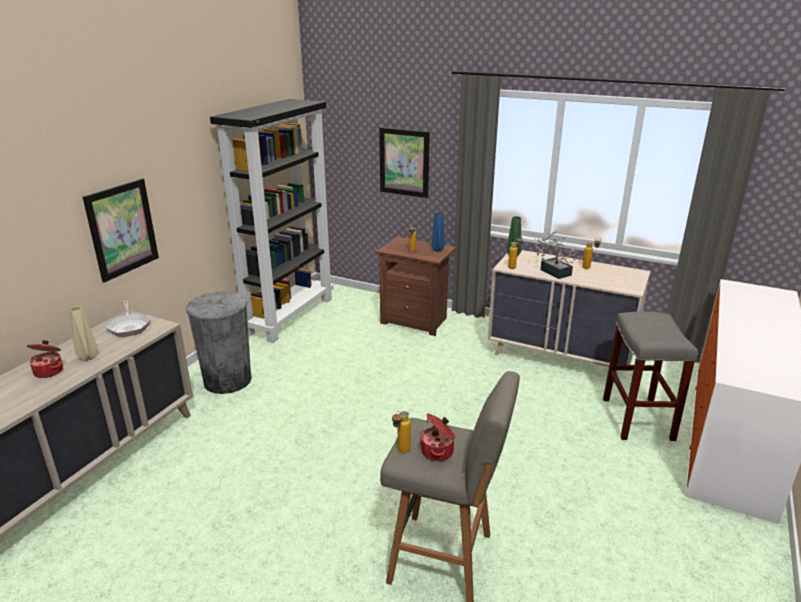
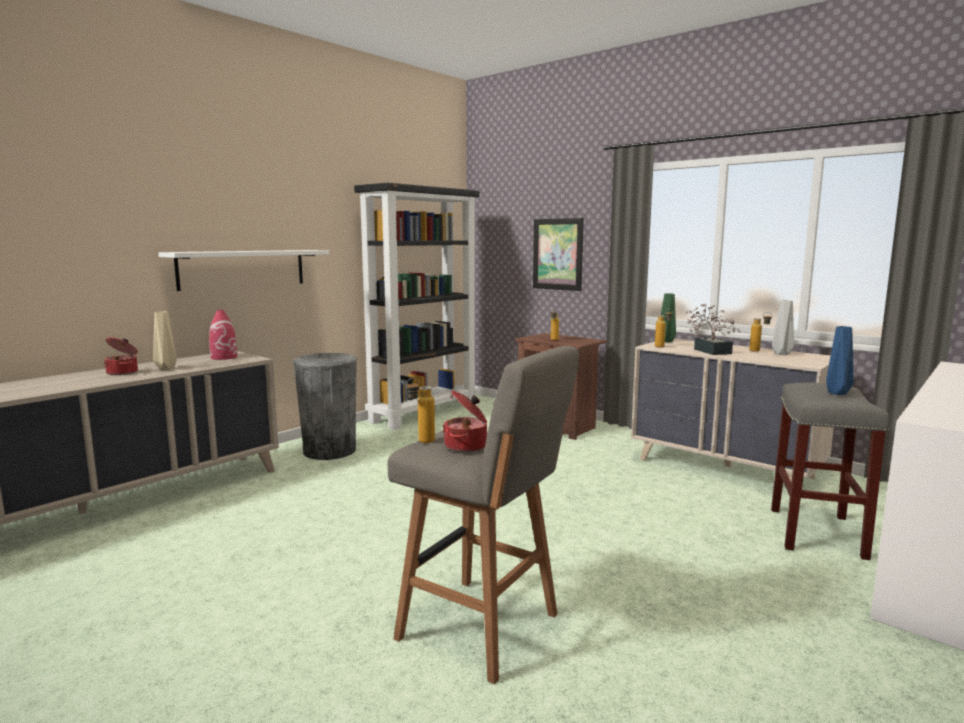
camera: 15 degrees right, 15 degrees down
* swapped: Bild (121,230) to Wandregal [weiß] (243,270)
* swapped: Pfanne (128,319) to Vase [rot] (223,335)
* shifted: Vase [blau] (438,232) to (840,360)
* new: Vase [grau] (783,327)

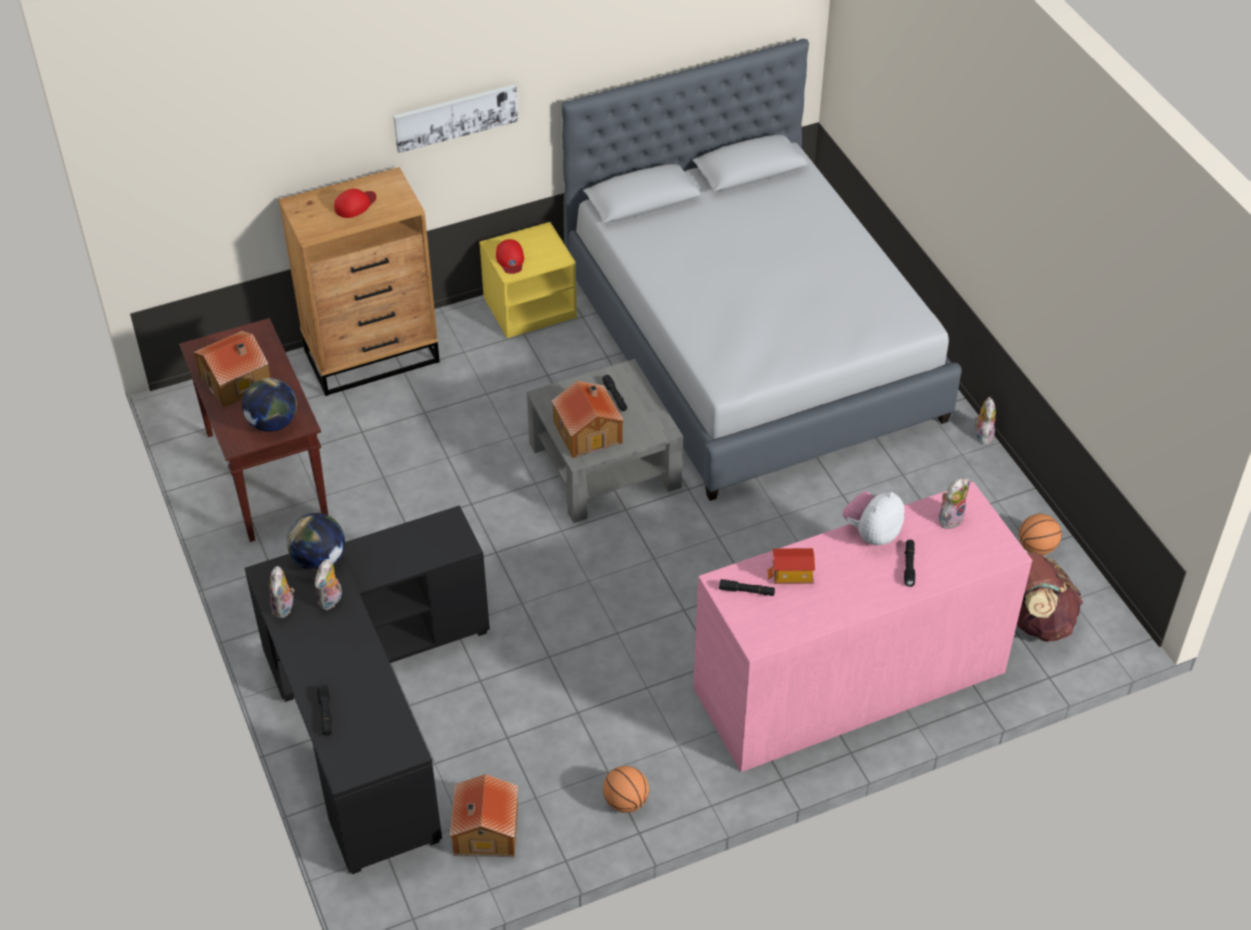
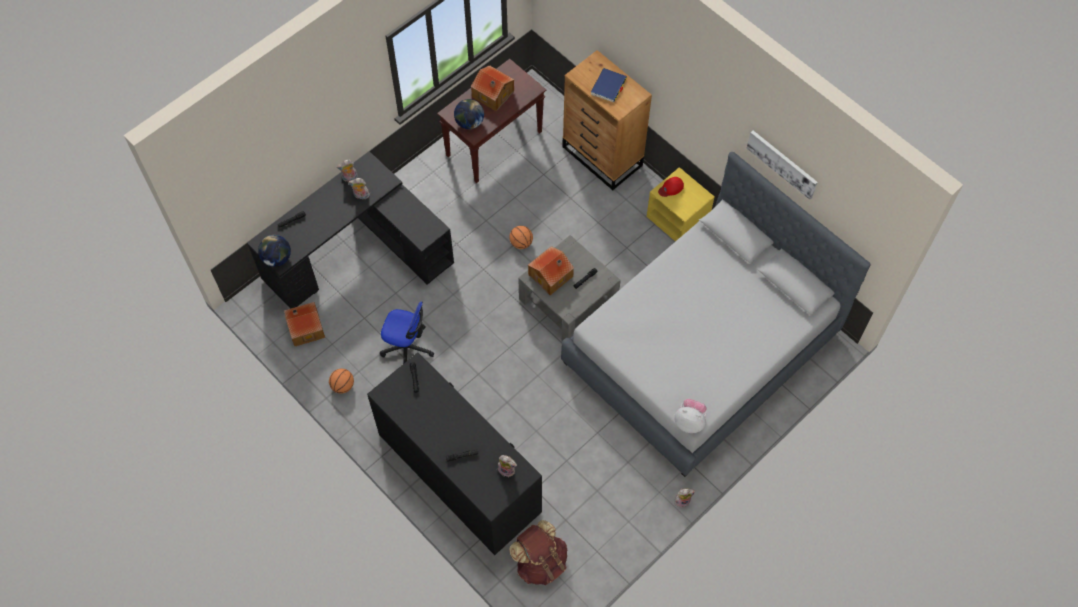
camera: 70 degrees right, 15 degrees up
* shifted: Globus (316,542) to (274,251)
* swapped: Kappe [rot] (355,203) to Buch [blau] (609,85)
* shifted: Bild (455,118) to (782,165)
* repainted: Kommode [rosa] (862,627) to Kommode [schwarz] (454,453)
* gone: Spielzeughaus (791,566)
* shifted: Plüschtier (874,518) to (690,416)
* shifted: Basketball (1040,534) to (521,237)
* new: Bürostuhl (407,333)

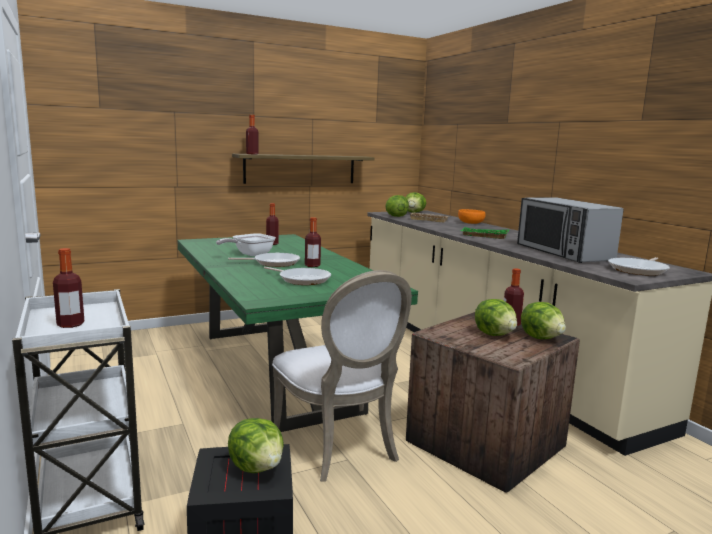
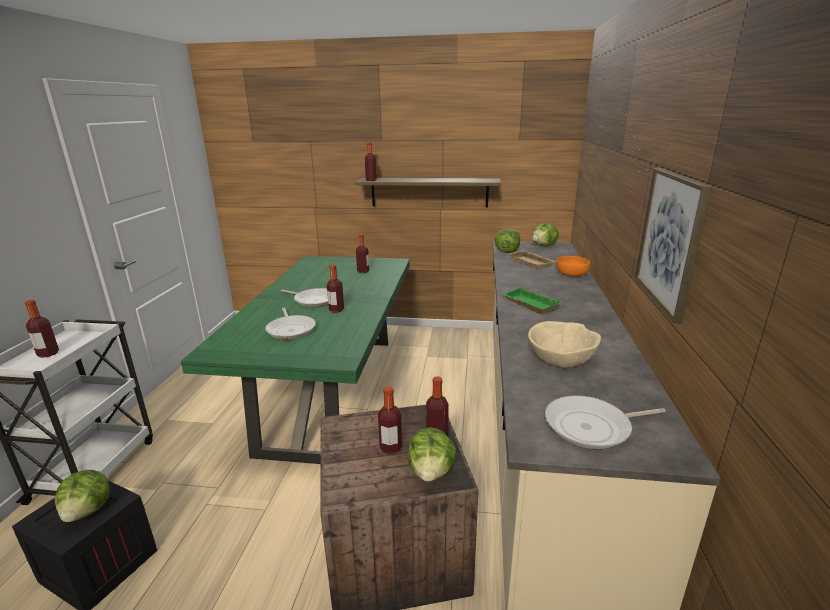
camera: 35 degrees right, 10 degrees up
* gone: Pfanne (246,244)
* gone: Stuhl [weiß] (342,376)
* swapped: Salatkopf (496,317) to Flasche (390,420)
* swapped: Mikrowelle (570,230) to Schüssel [beige] (564,344)
* new: Bild (673,245)

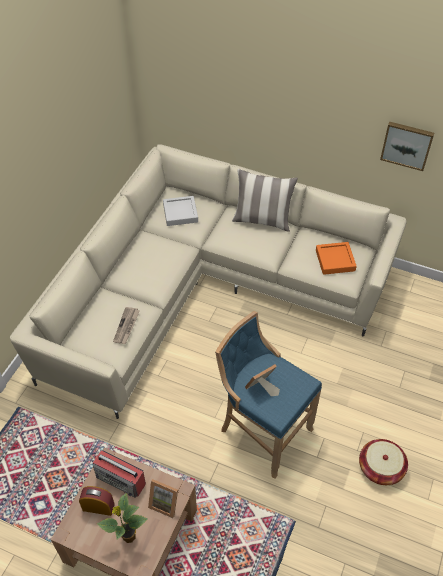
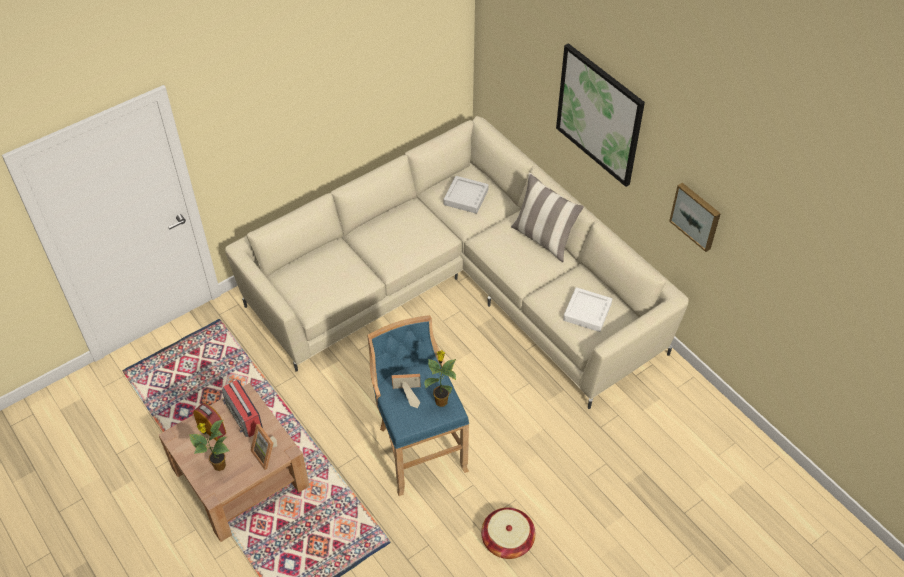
camera: 30 degrees right, 0 degrees up
* gone: Zeitung (126,325)
* repainted: Tablett [orange] (336,258) to Tablett [weiß] (587,309)
* new: Topfpflanze (440,378)
* new: Bild (600,115)

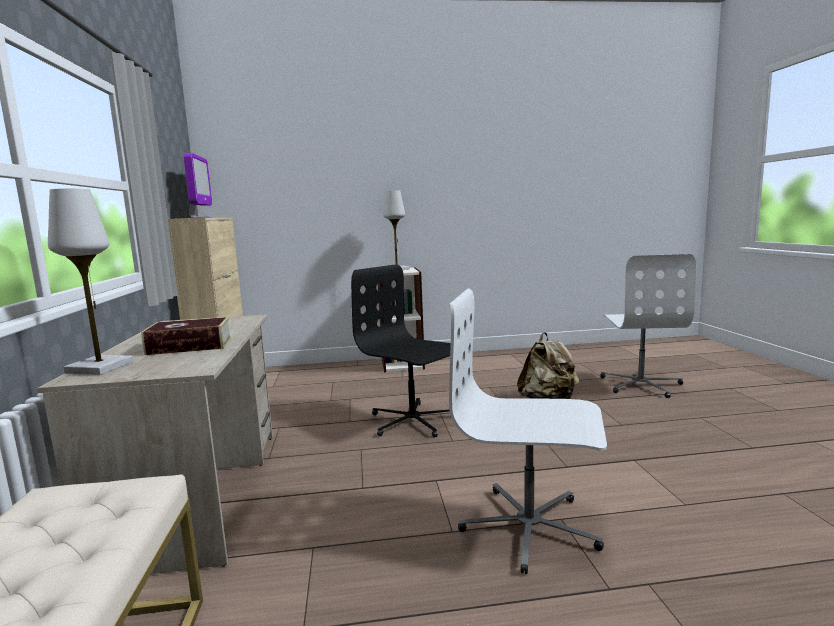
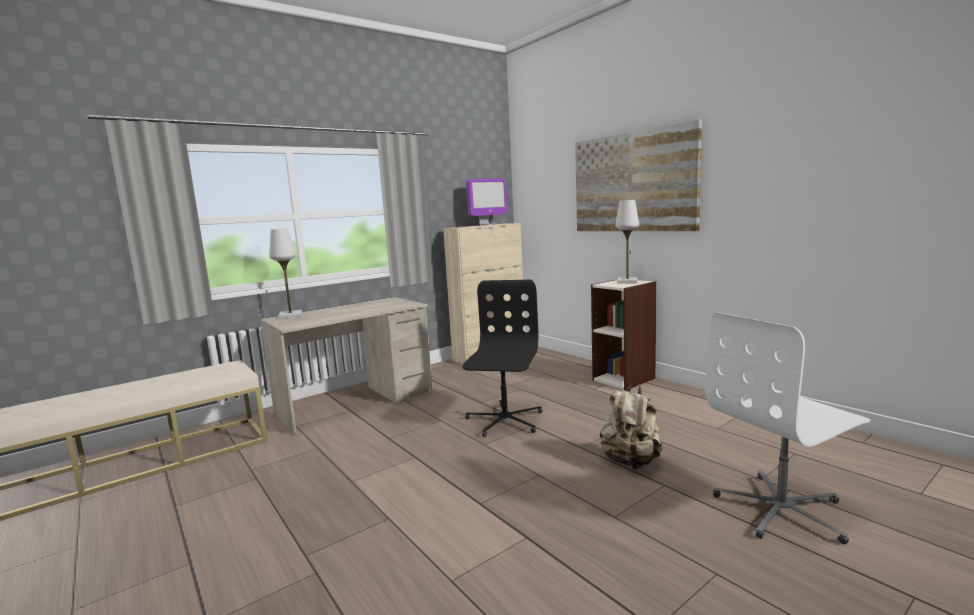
camera: 60 degrees right, 0 degrees up
* gone: Buch (186,336)
* gone: Bürostuhl [weiß] (528,431)
* new: Bild (638,175)

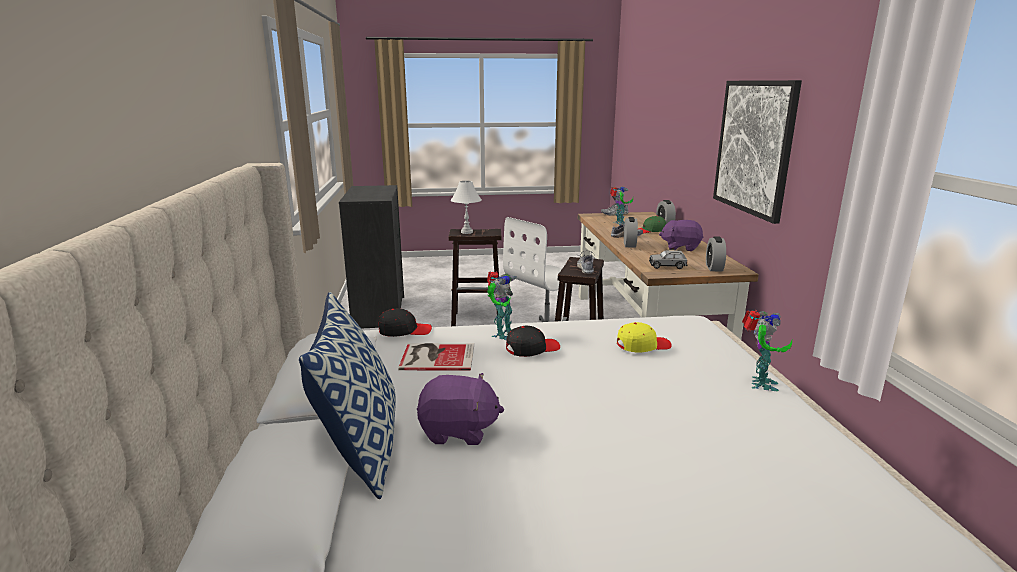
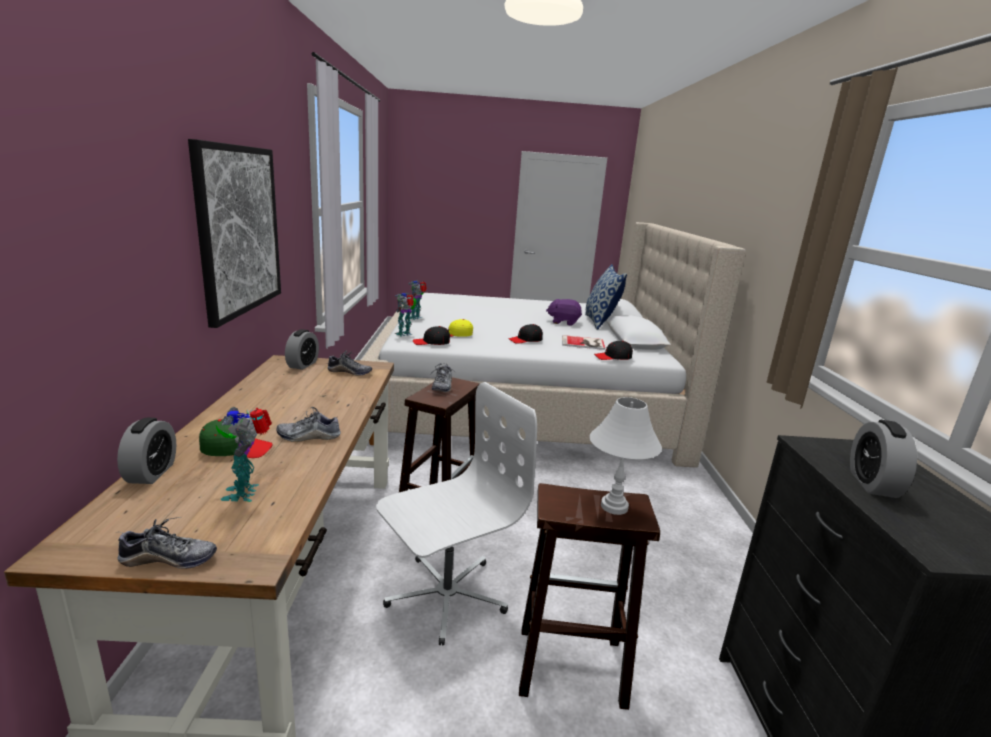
camera: 175 degrees left, 0 degrees up
* shifted: Spielzeugroboter (502,305) to (406,315)
* shifted: Wecker (631,232) to (883,459)
* swapped: Spielzeugauto [grau] (668,259) to Schuh (349,363)
* gone: Plüschtier [lila] (681,235)
* new: Kappe [schwarz] (431,335)

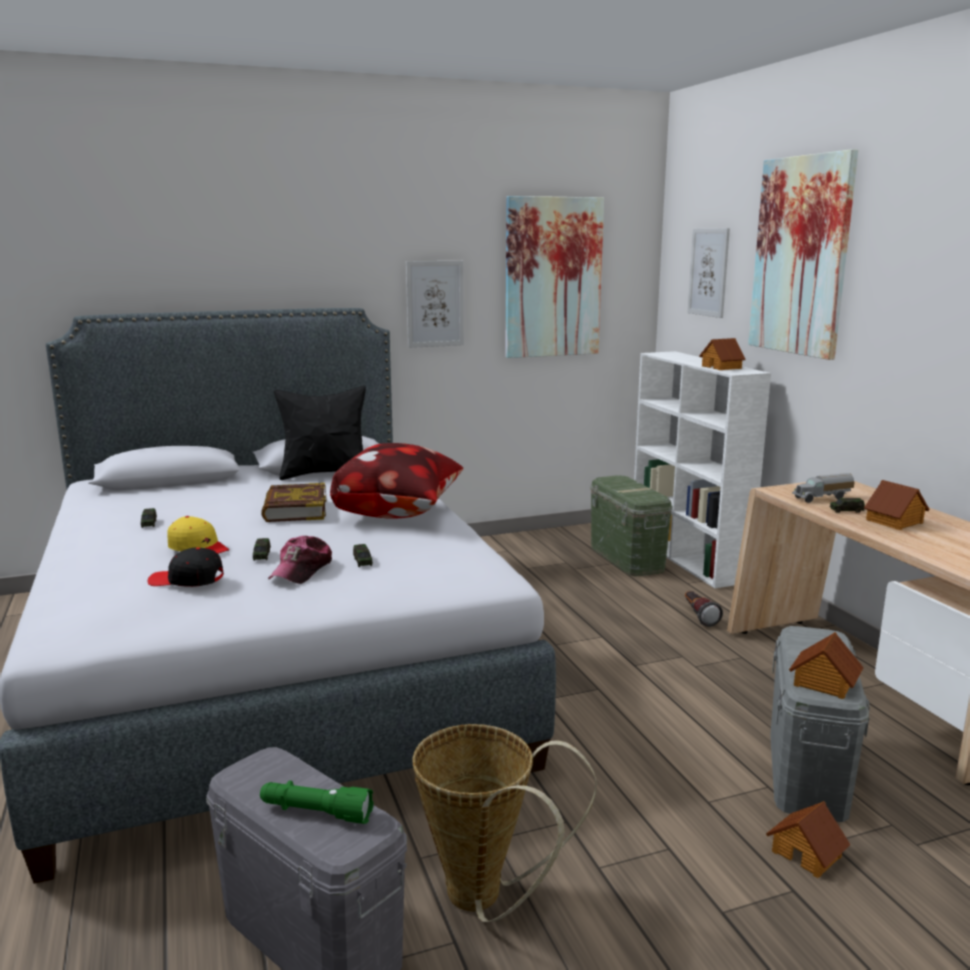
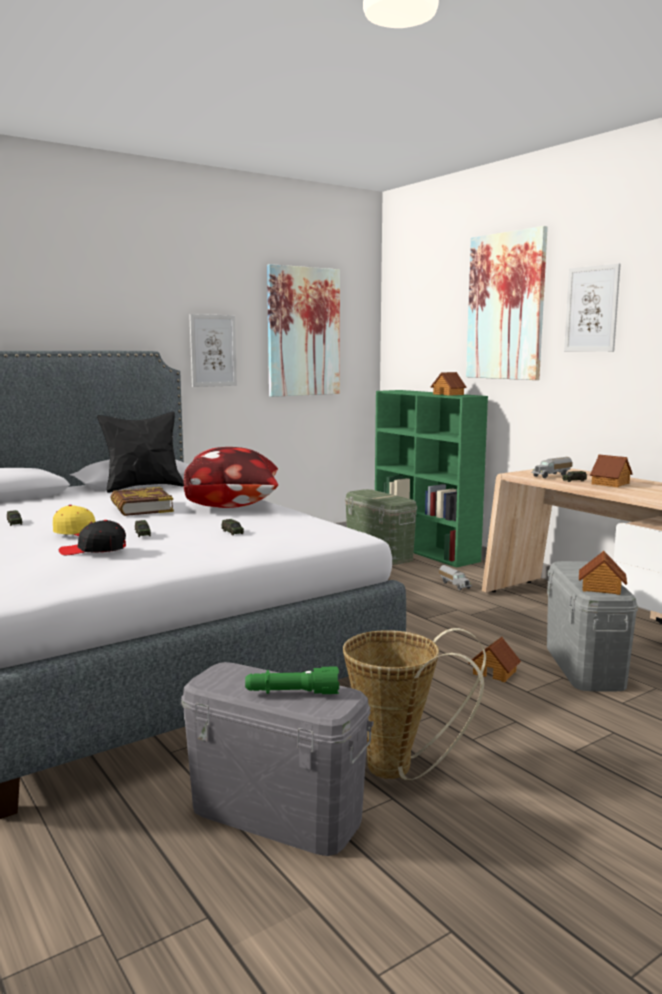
camera: 15 degrees left, 5 degrees down
* gone: Kappe (300,559)
* repainted: Bücherregal [weiß] (702,469) to Bücherregal [grün] (431,479)
* swapped: Taschenlampe (704,609) to Spielzeuglaster (455,577)
* shifted: Bild (709,273) to (592,307)
* shifted: Spielzeughaus (808,839) to (494,659)

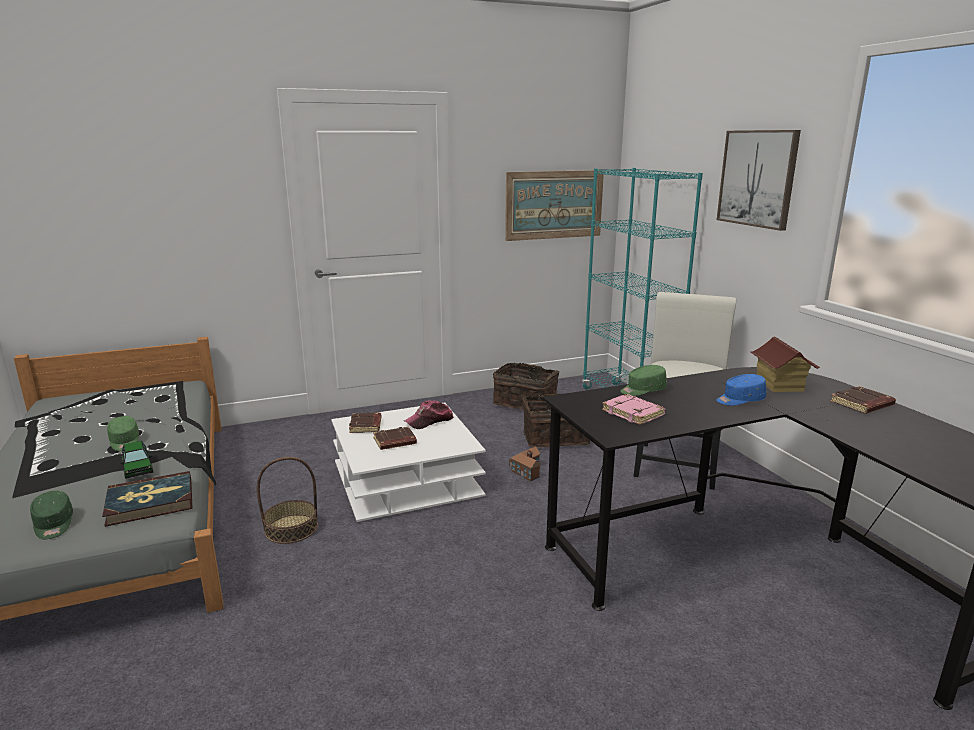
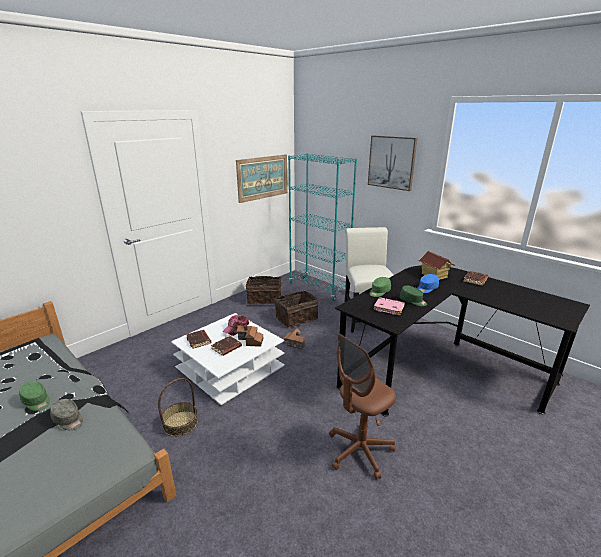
camera: 25 degrees left, 5 degrees up
* shifted: Kappe [grün] (51,515) to (413,296)
* gone: Buch (147,499)
* swapped: Spielzeugauto (136,460) to Kappe [grau] (66,414)
* new: Spielzeughaus (250,336)
* new: Bürostuhl [braun] (362,406)

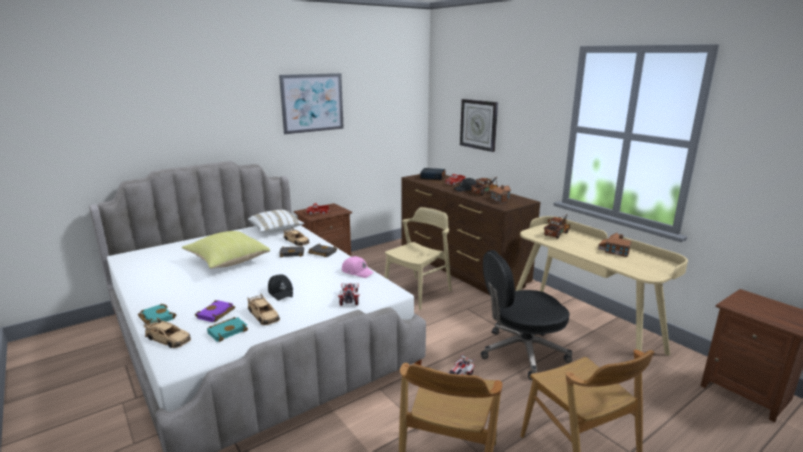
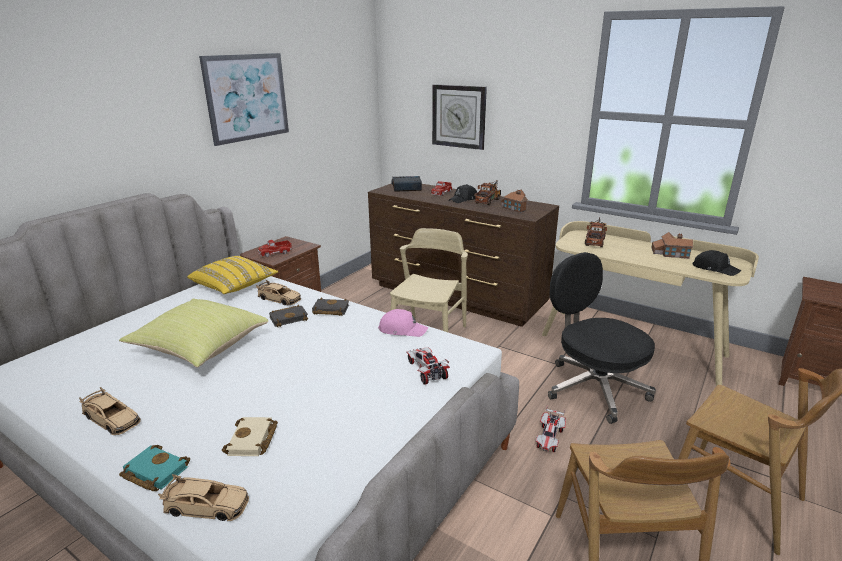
camera: 20 degrees left, 5 degrees up
* repainted: Buch [lila] (215,311) to Buch [beige] (250,436)
* gone: Buch [türkis] (227,329)
* shifted: Spielzeugauto [beige] (263,309) to (110,411)
* repainted: Kissen [weiß] (276,221) to Kissen [gelb] (232,275)
* shifted: Kappe [schwarz] (280,287) to (716,263)
* rotated: Bürostuhl [schwarz] (526,315) = (602,338) 90 degrees clockwise

